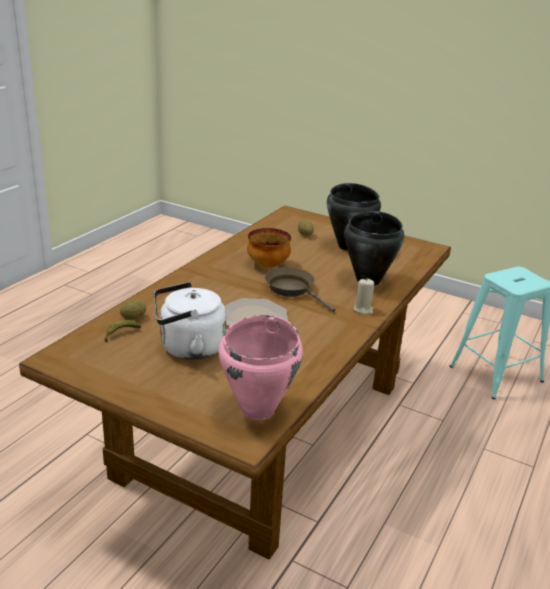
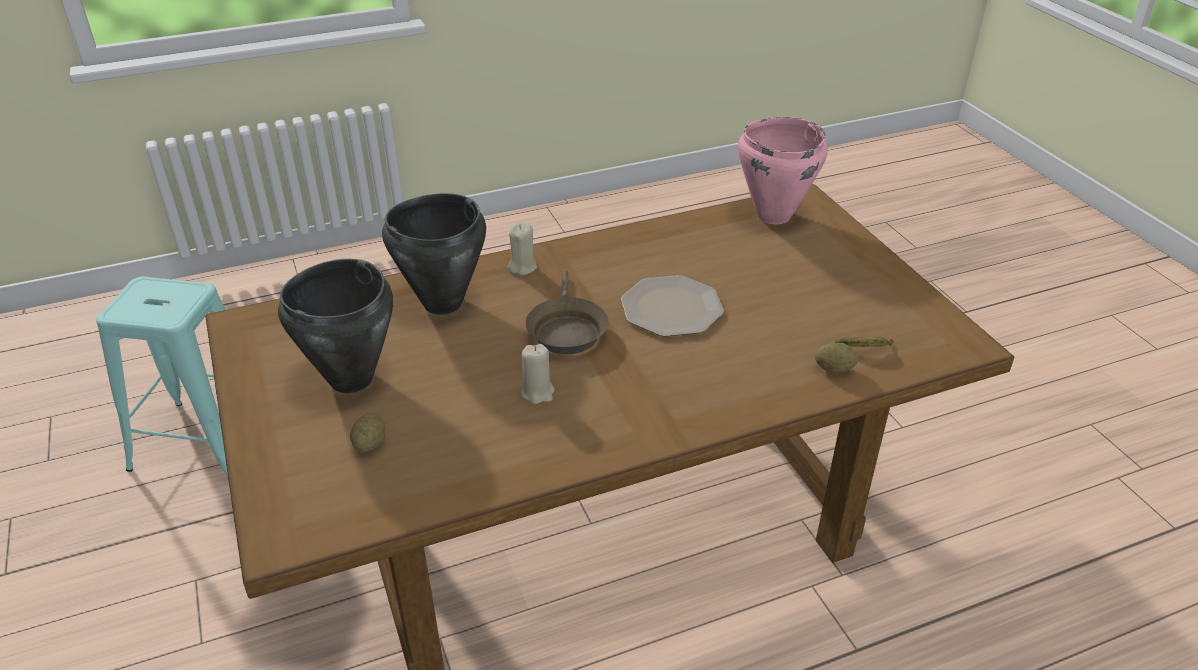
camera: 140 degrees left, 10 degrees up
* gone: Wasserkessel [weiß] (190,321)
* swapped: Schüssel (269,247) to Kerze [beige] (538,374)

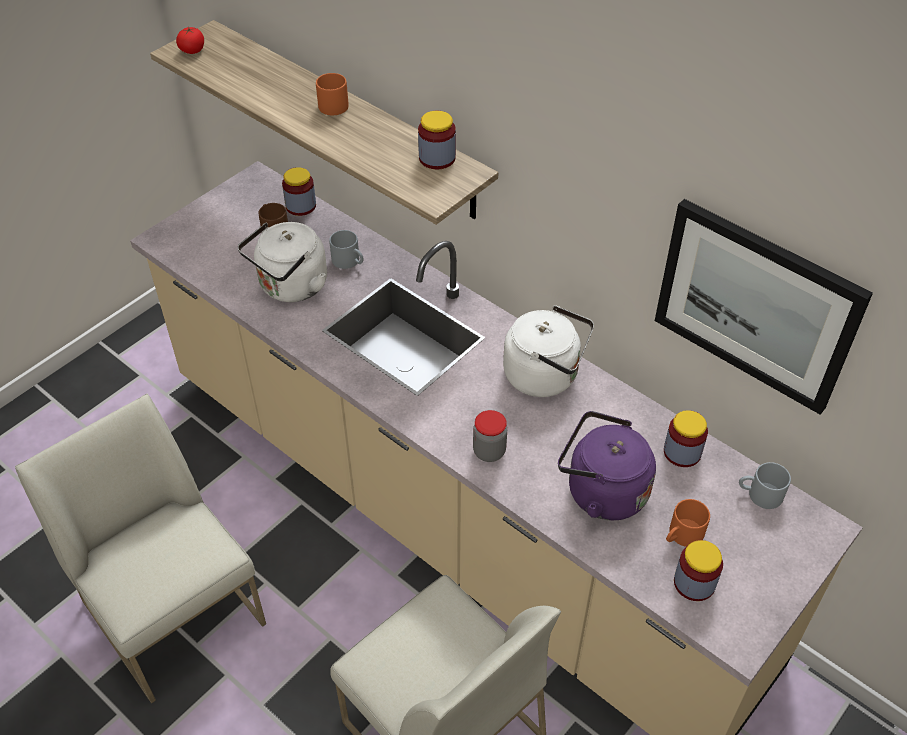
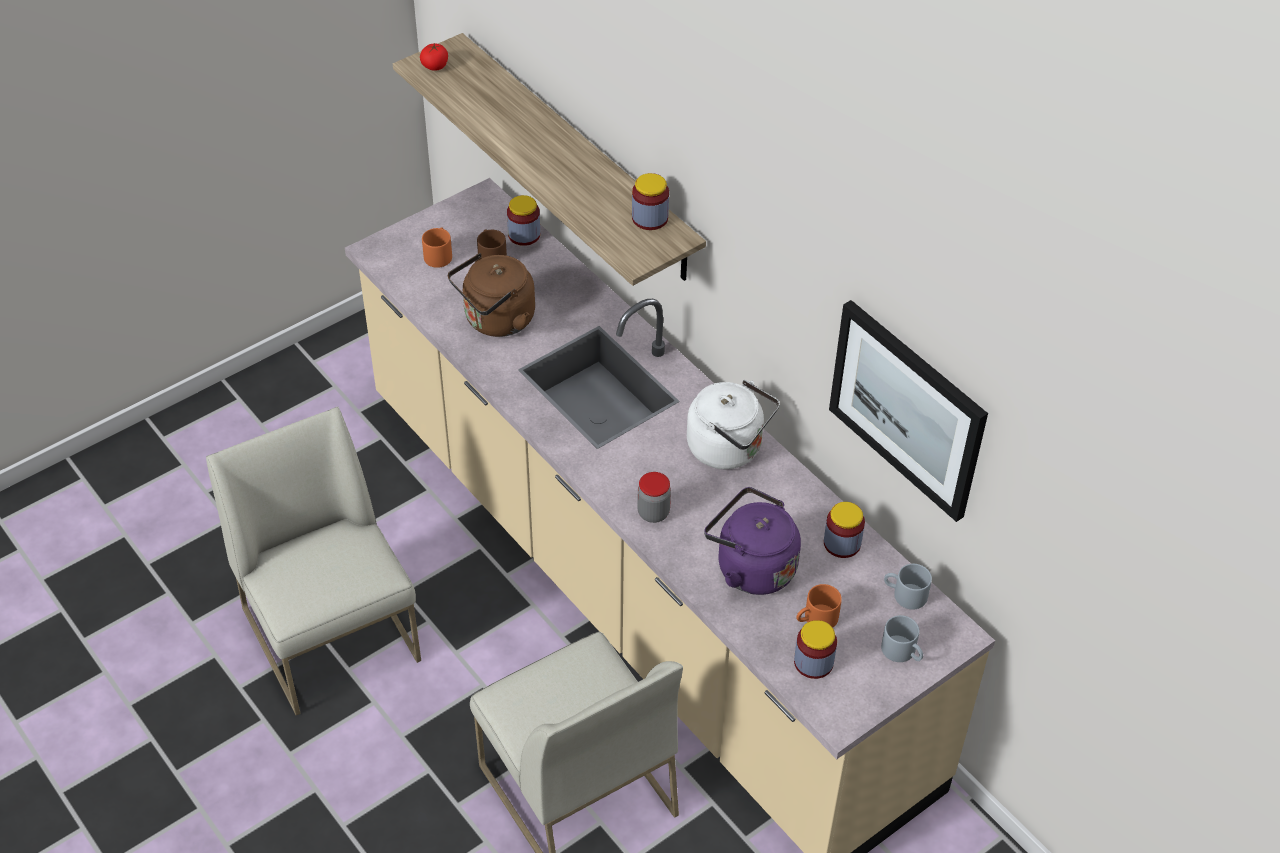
camera: 10 degrees right, 0 degrees up
* repainted: Wasserkessel [weiß] (282,262) to Wasserkessel [braun] (491,295)
* shifted: Henkelbecher [orange] (332,94) to (437,247)
* shifted: Henkelbecher [grau] (346,249) to (902,638)

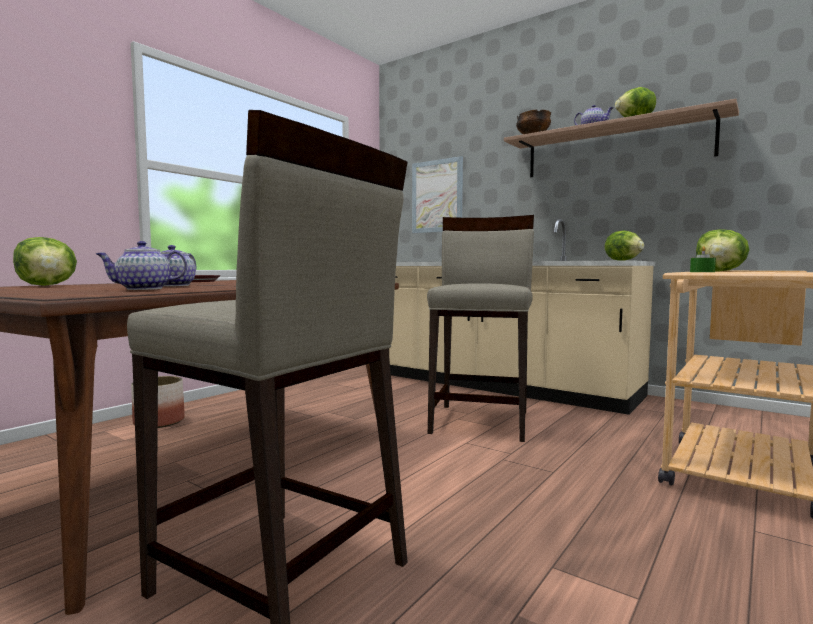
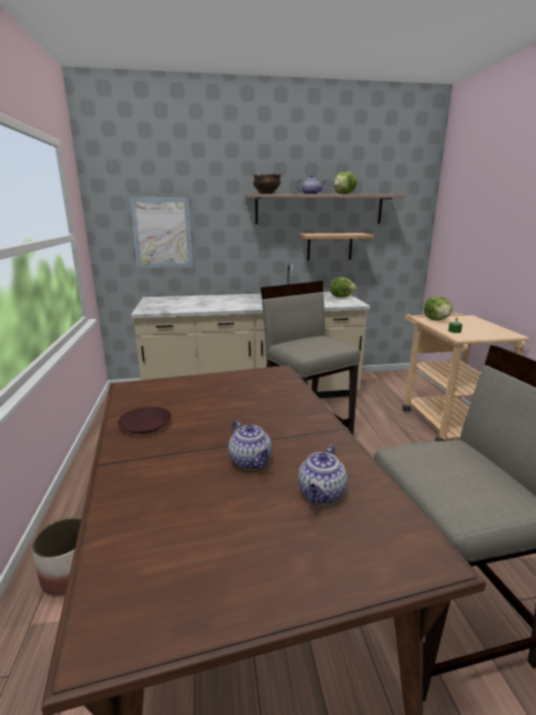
camera: 45 degrees left, 15 degrees up
* gone: Salatkopf (45,261)
* new: Wandregal (336,247)

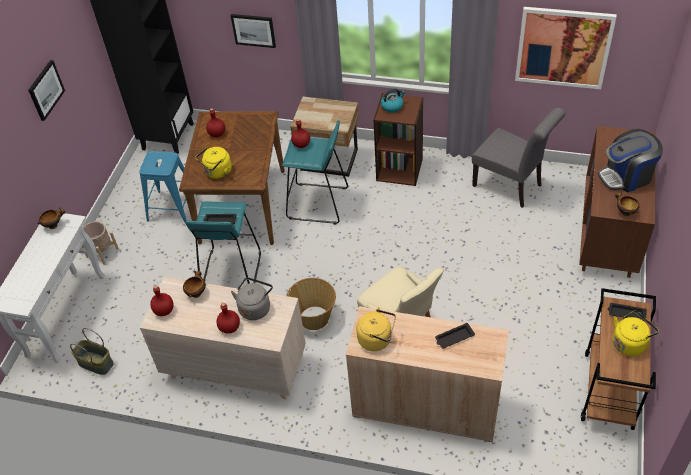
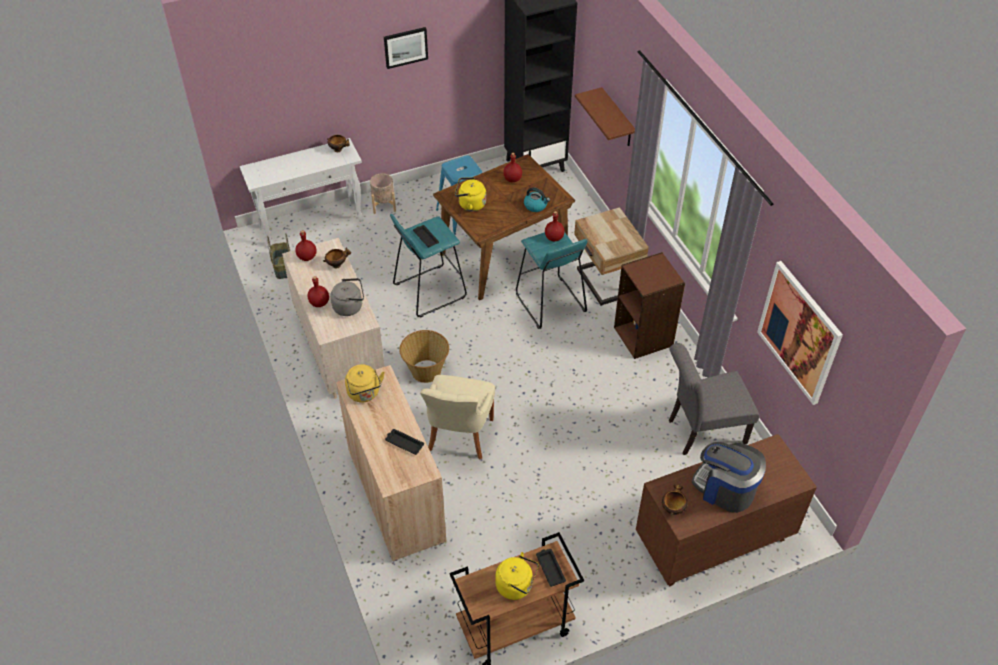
camera: 50 degrees right, 0 degrees up
* swapped: Bild (253,31) to Wandregal [braun] (605,116)
* shifted: Wasserkessel (393,101) to (537,200)
* rotated: Stuhl [grau] (519,158) = (714,399) 75 degrees clockwise

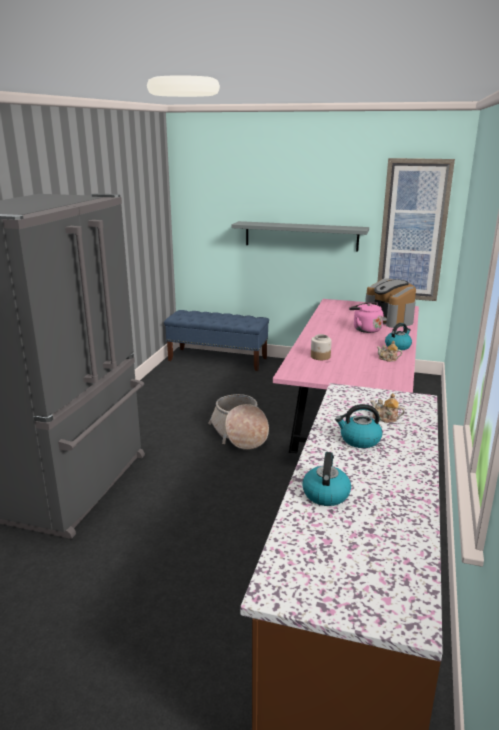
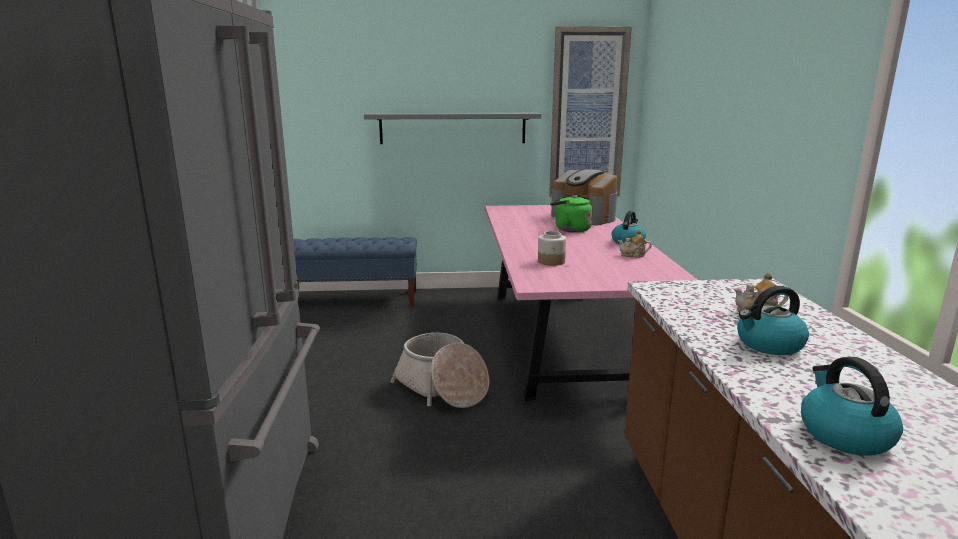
camera: 20 degrees left, 5 degrees down
* repainted: Wasserkessel [rosa] (366,317) to Wasserkessel [grün] (571,214)

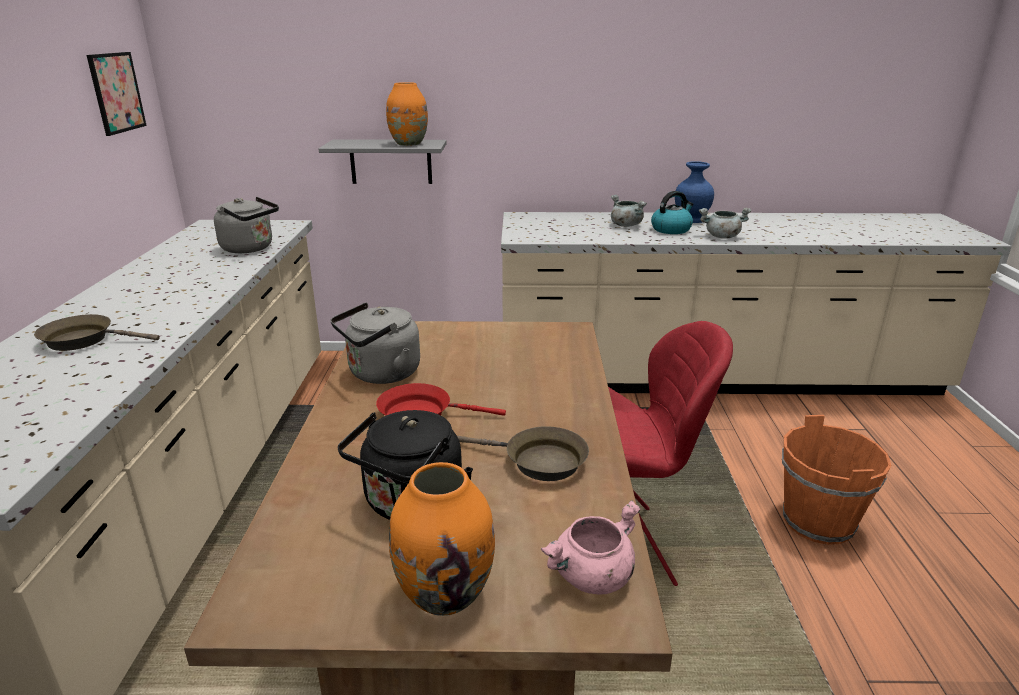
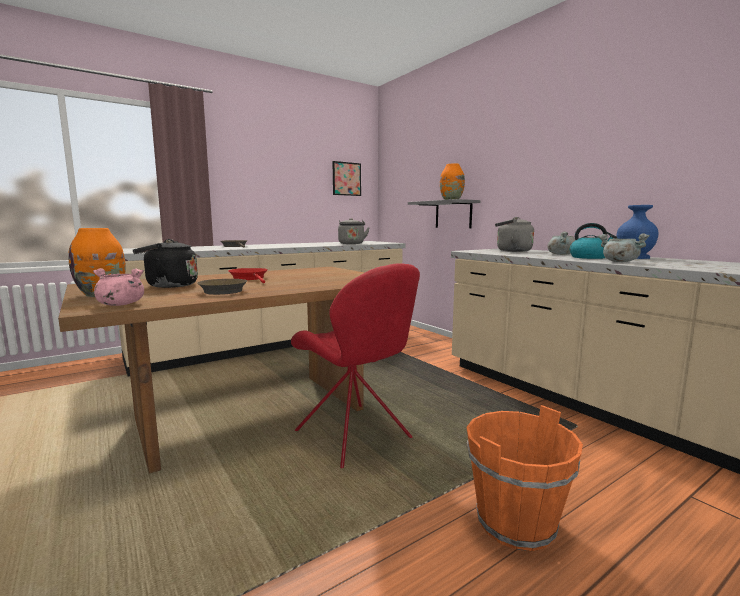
camera: 55 degrees right, 15 degrees down
* shifted: Wasserkessel [grau] (375,343) to (514,234)

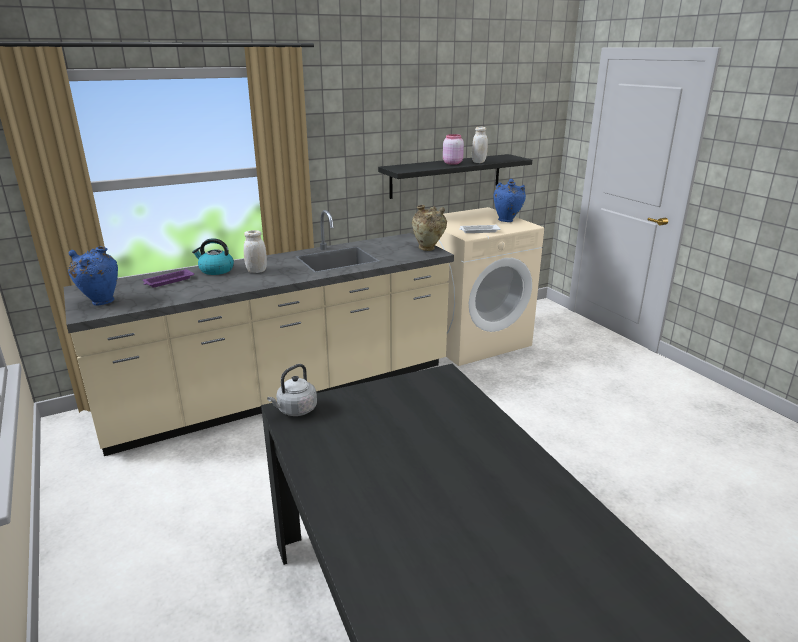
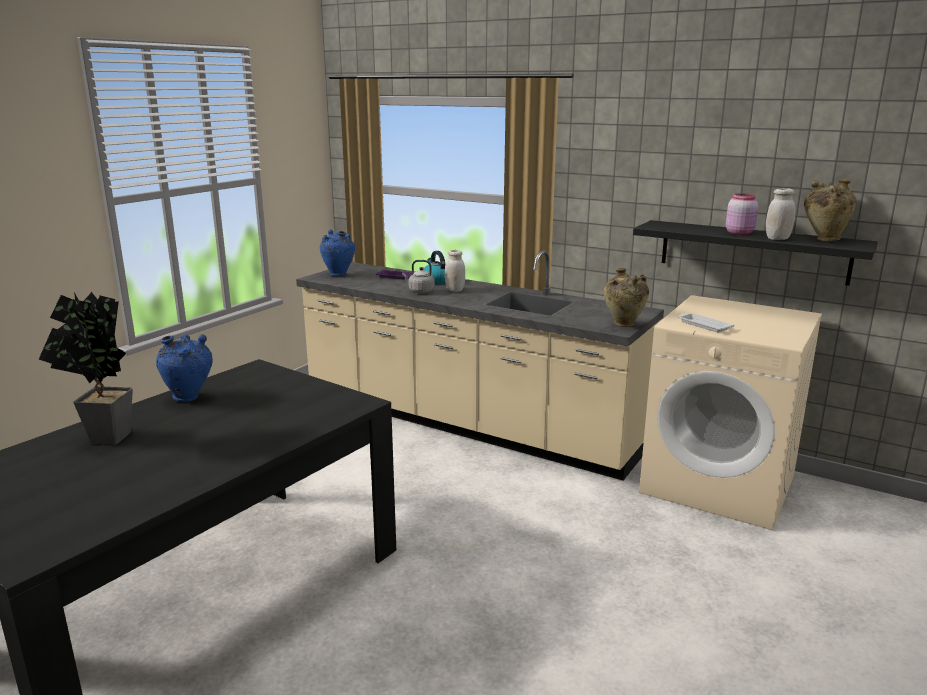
camera: 60 degrees right, 5 degrees down
* shifted: Wasserkessel [grau] (292,390) to (418,276)
* shifted: Vase [blau] (509,200) to (184,368)
* new: Topfpflanze (86,368)
* new: Vase [beige] (830,210)

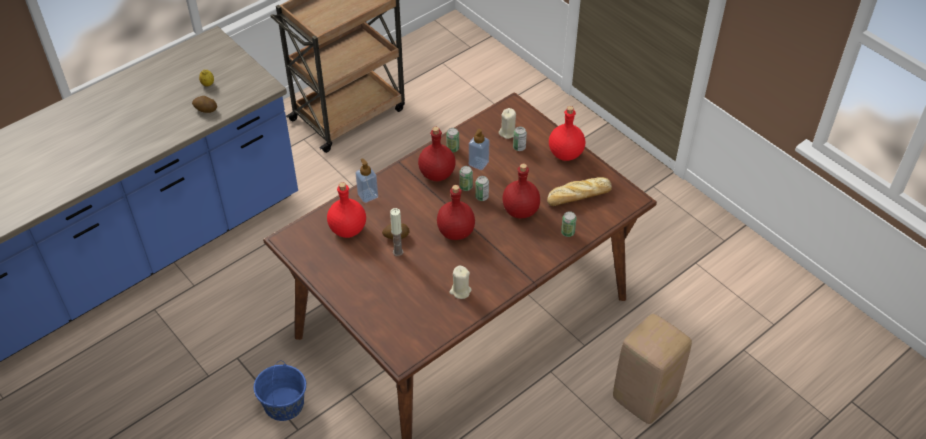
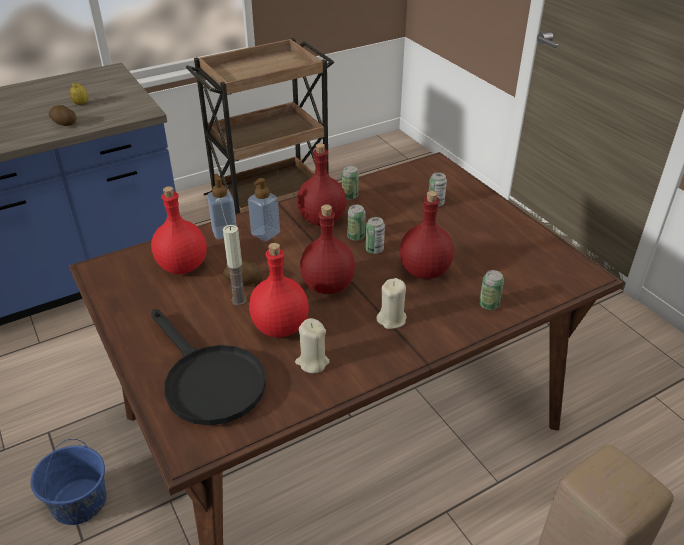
camera: 10 degrees right, 10 degrees down
* shifted: Seifenspender (479,149) to (264,209)
* shifted: Kerze [beige] (507,123) to (391,303)
* gone: Brot (579,191)
* shifted: Flasche [rot] (567,133) to (279,290)
* new: Pfanne [schwarz] (208,367)

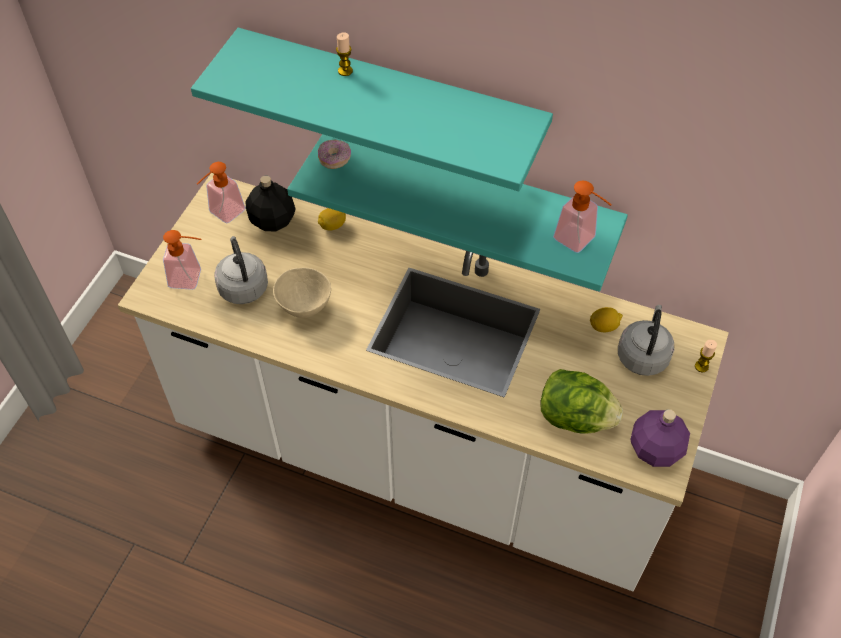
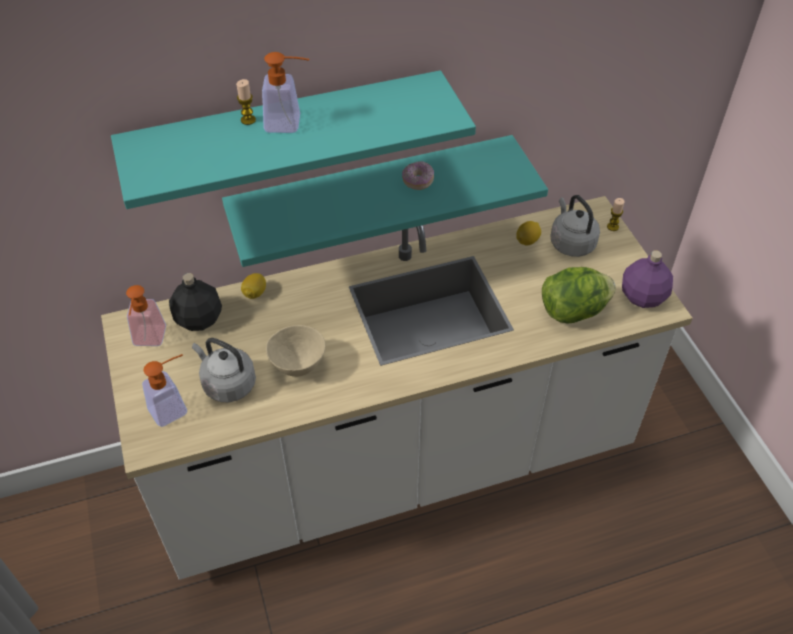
camera: 40 degrees left, 5 degrees down
* shifted: Donut (334,154) to (418,175)
* shifted: Seifenspender (582,217) to (286,92)

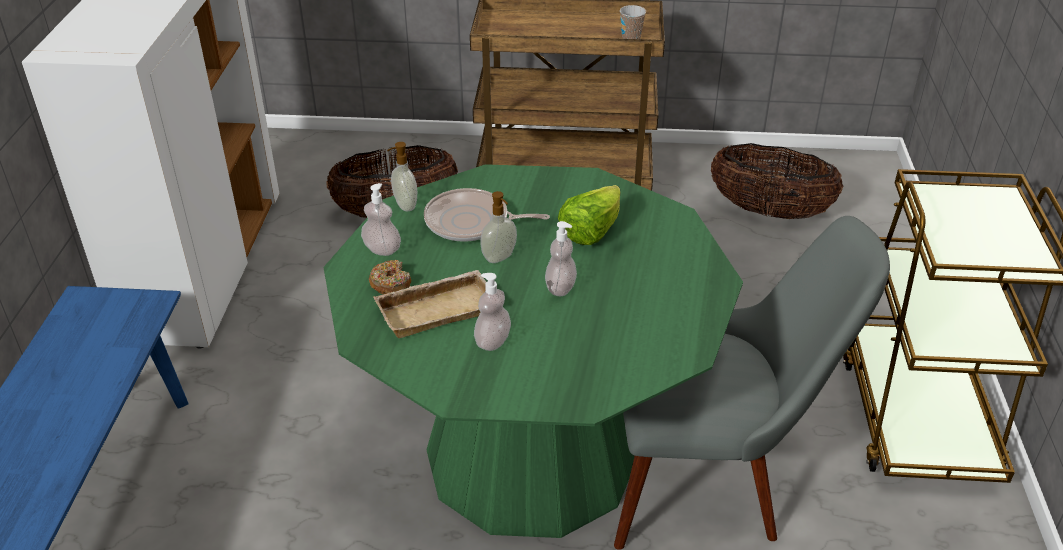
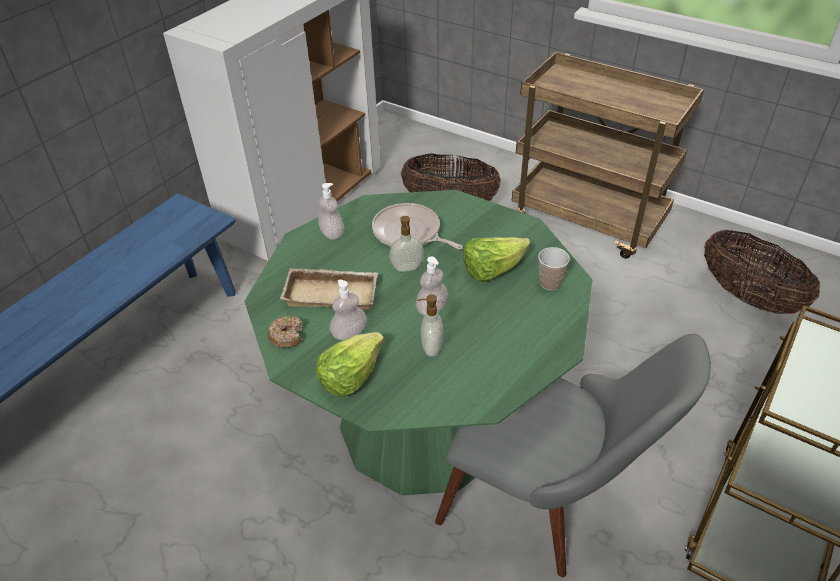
camera: 30 degrees right, 5 degrees up
* shifted: Donut (390,277) to (285,331)
* shifted: Seifenspender (402,176) to (430,325)
* shifted: Tasse (633,22) to (554,268)
* new: Salatkopf (350,364)

